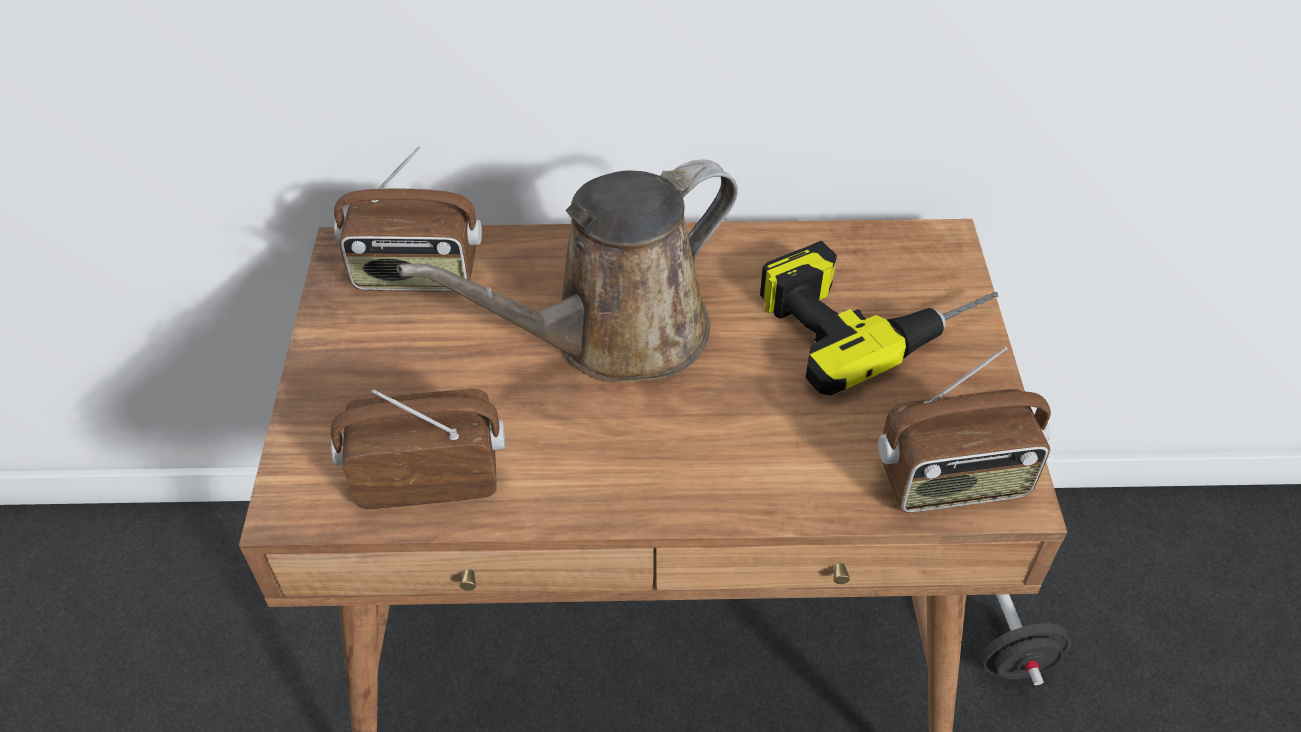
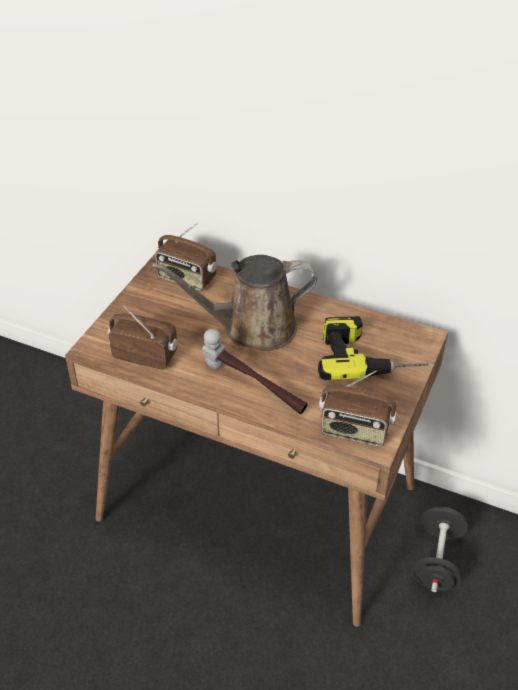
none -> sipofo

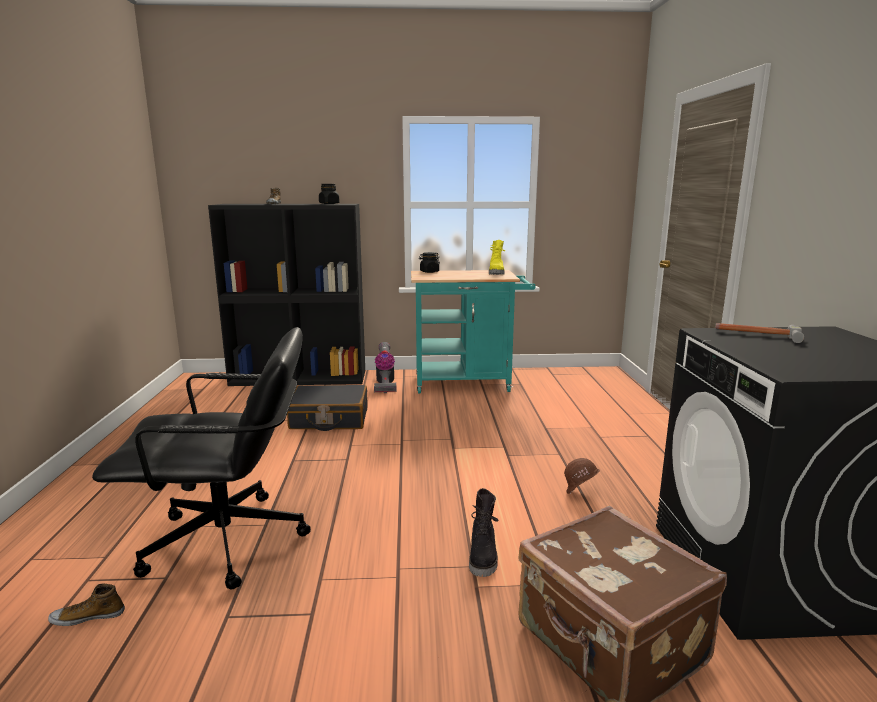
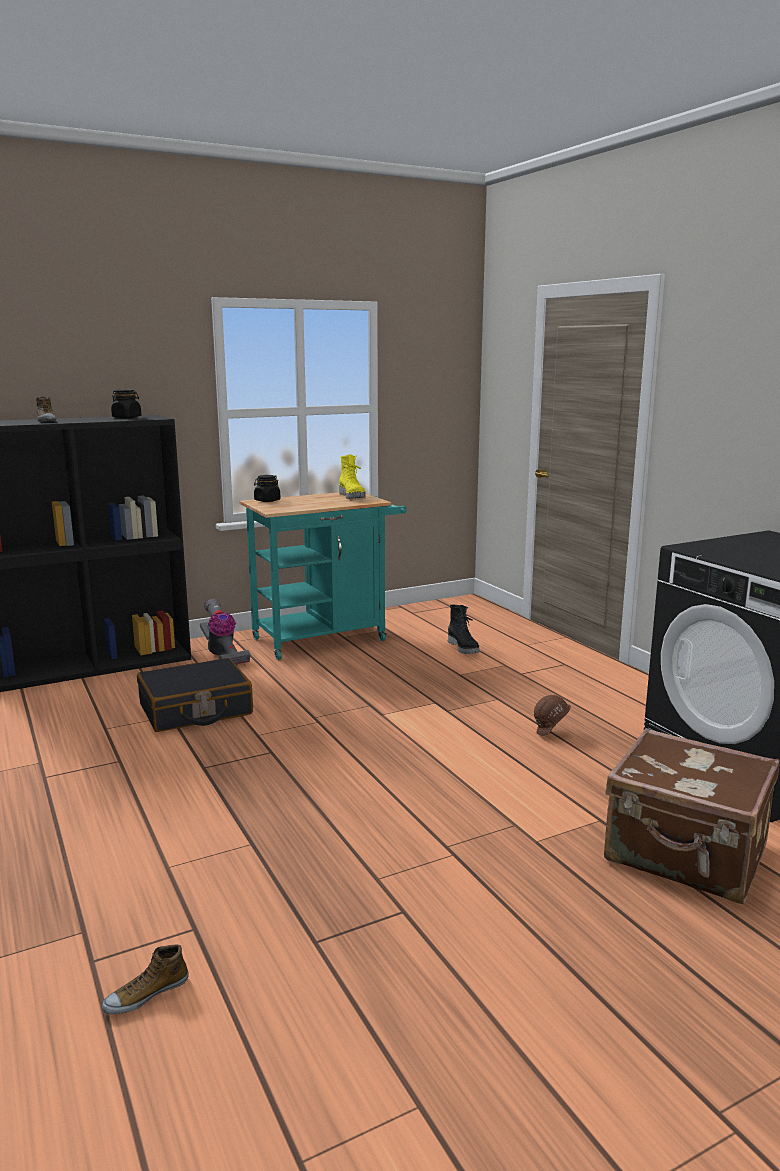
sipofo -> none
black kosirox -> none
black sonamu, relocated

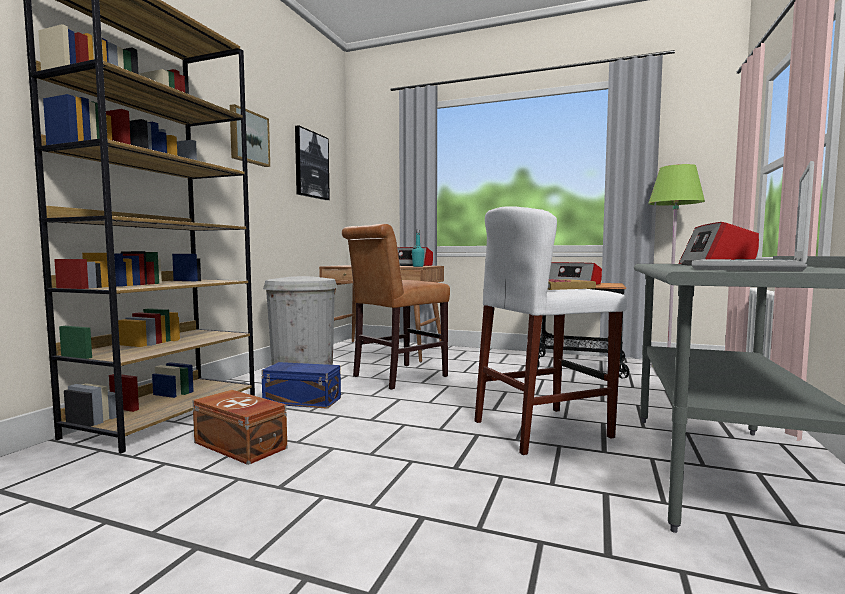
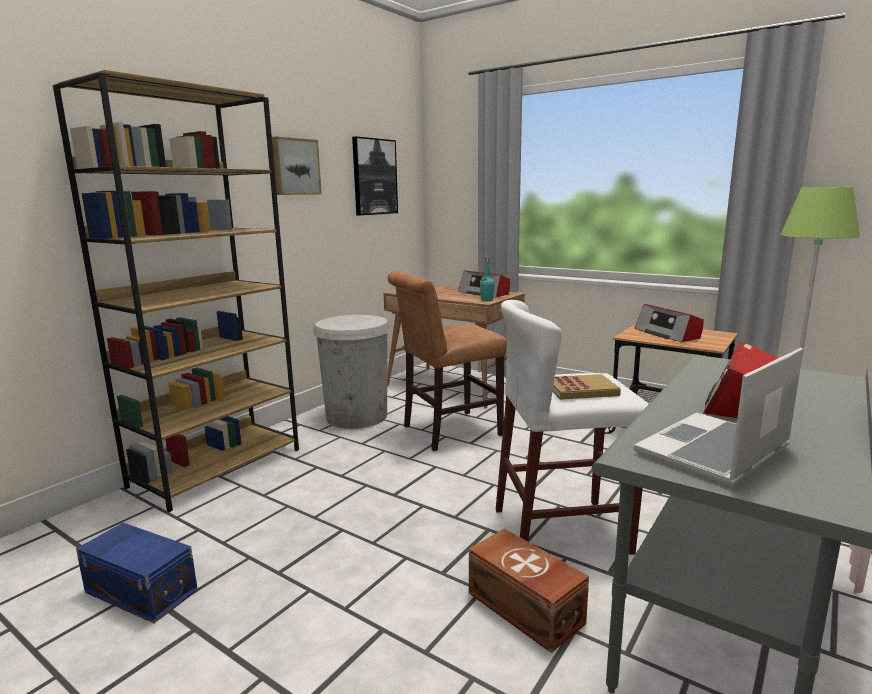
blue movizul, relocated
brown movizul, relocated

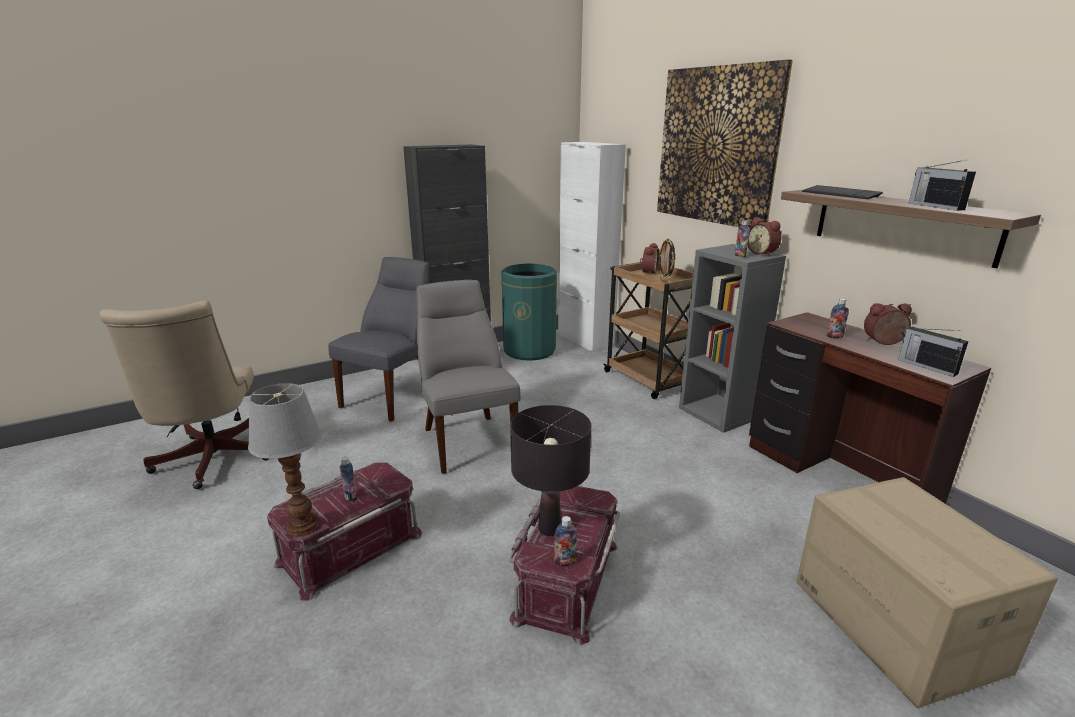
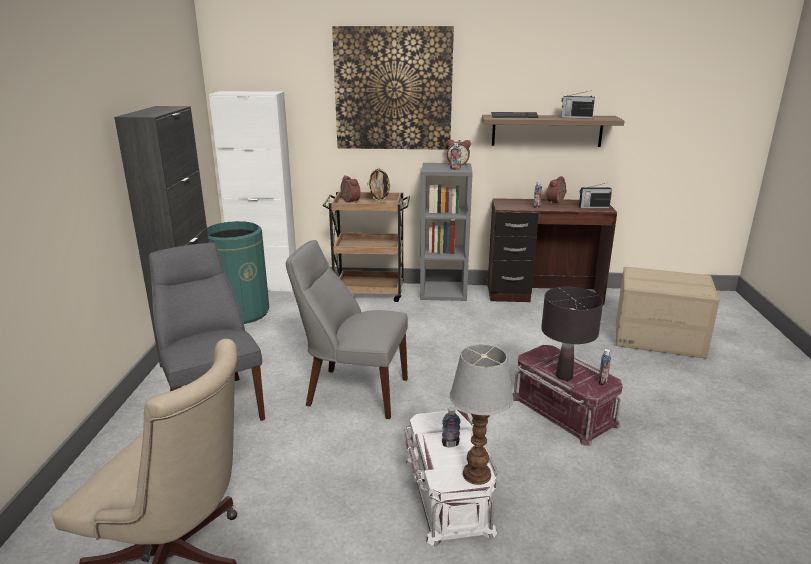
red movizul (no. 1 from left) -> white movizul

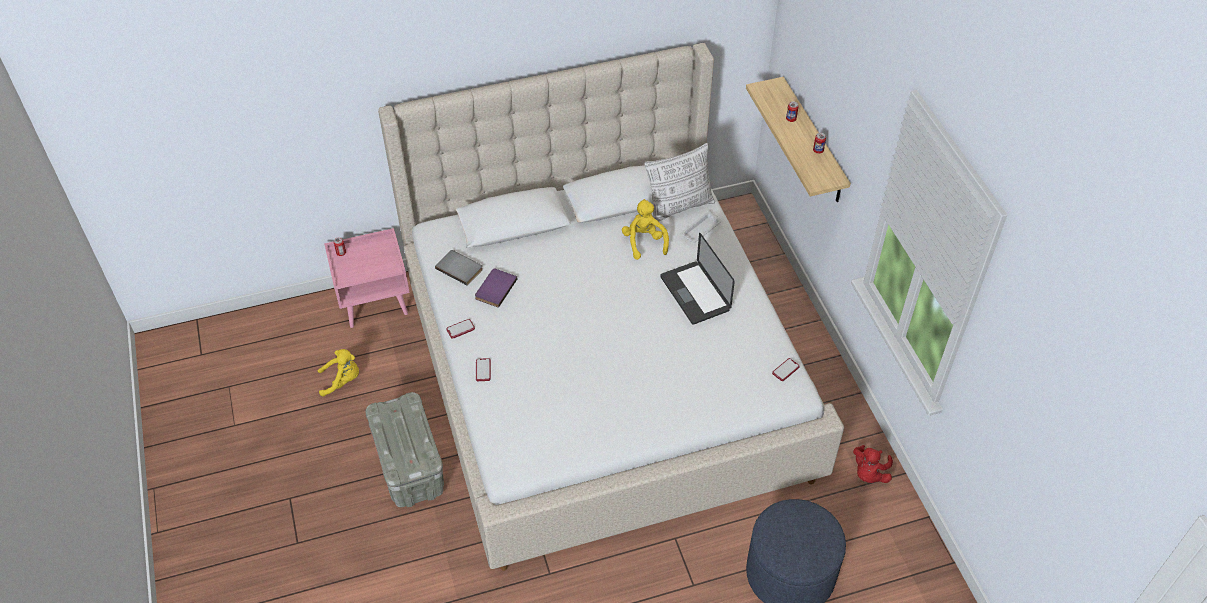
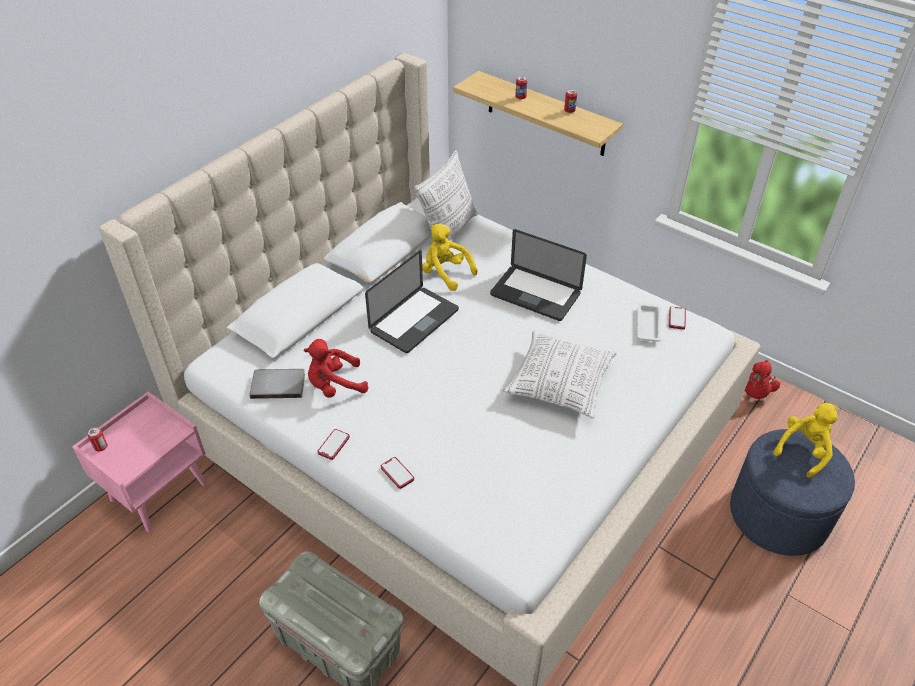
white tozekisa, relocated
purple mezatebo -> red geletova (no. 1 from left)
yellow geletova (no. 1 from left in the first image) -> yellow geletova (no. 2 from left), relocated
none -> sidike (no. 1 from left)
none -> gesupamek (no. 2 from left)

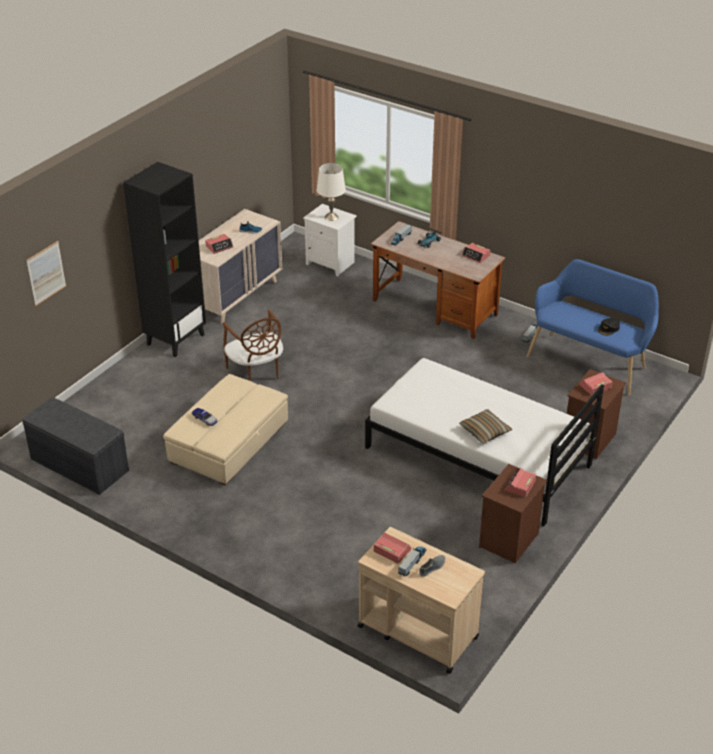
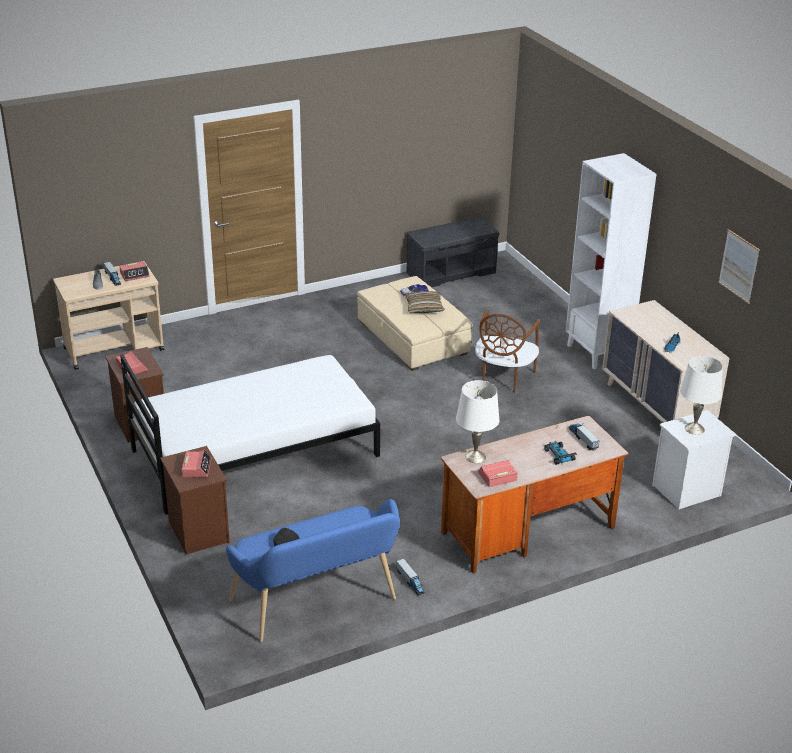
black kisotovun -> white kisotovun
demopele (no. 1 from left) -> none
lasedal, relocated
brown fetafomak, 75 degrees counterclockwise
gesupamek, relocated
none -> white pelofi (no. 1 from left)

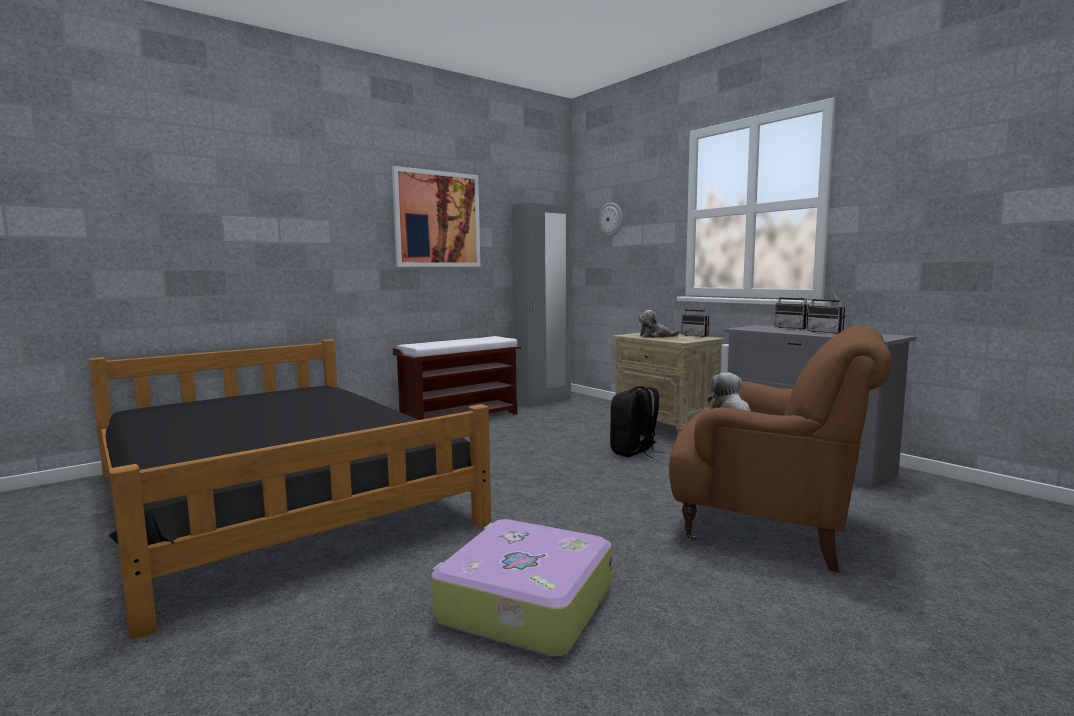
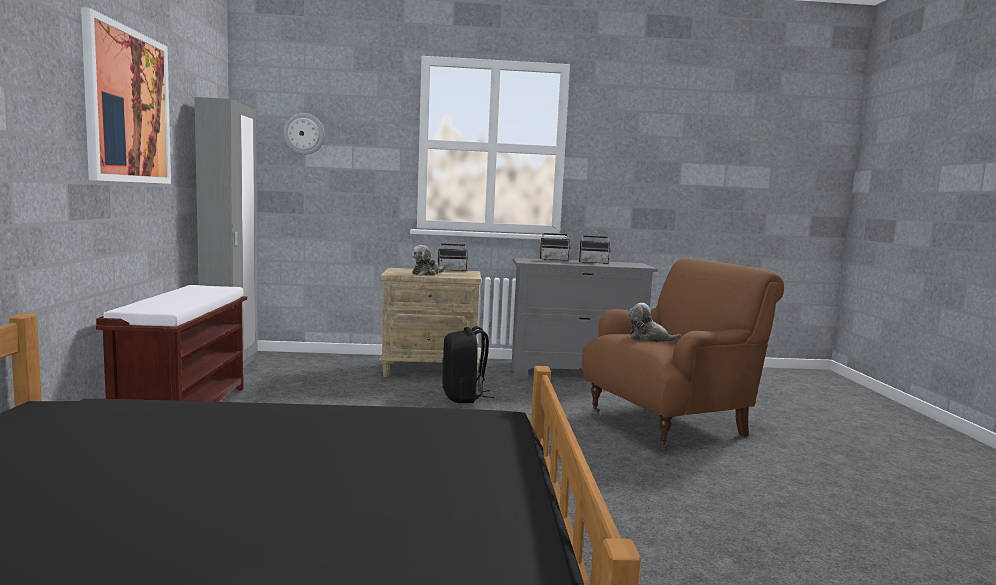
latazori -> none

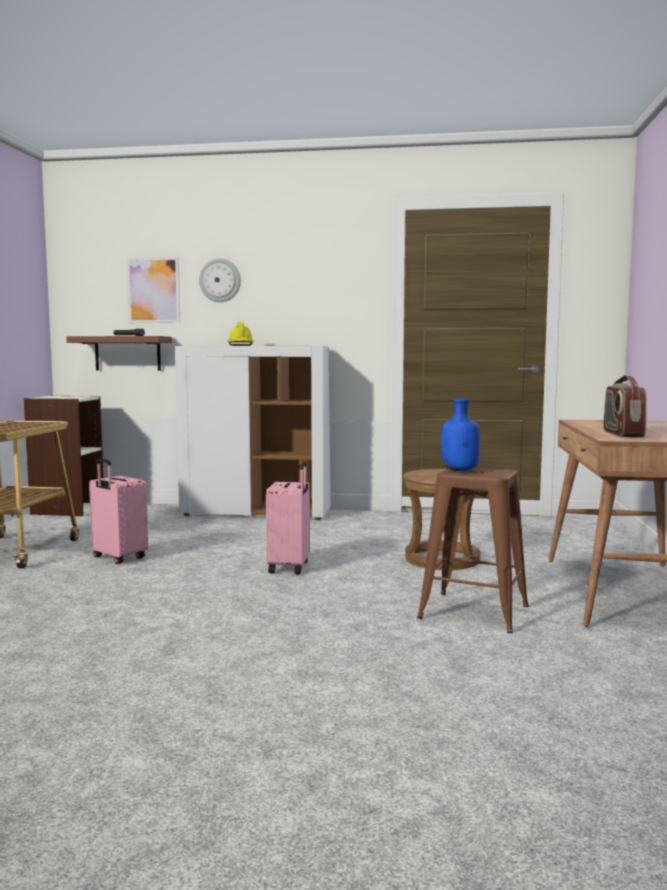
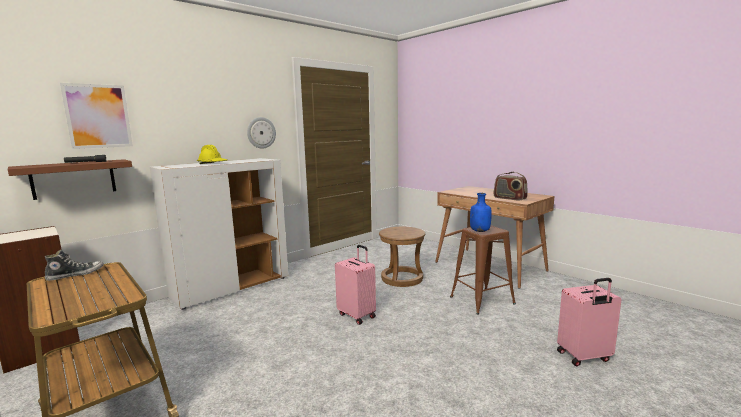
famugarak, relocated
pink latazori (no. 1 from left in the first image) -> pink latazori (no. 2 from left), relocated
none -> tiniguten

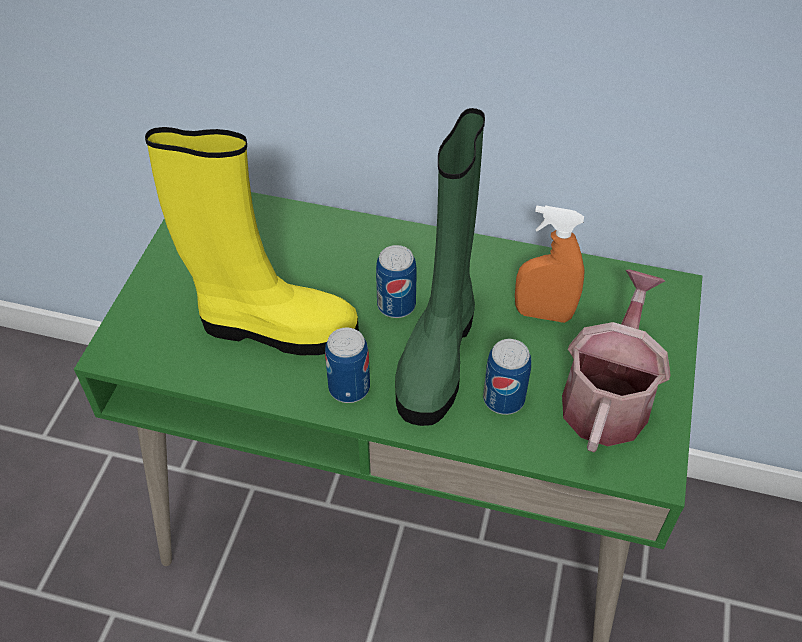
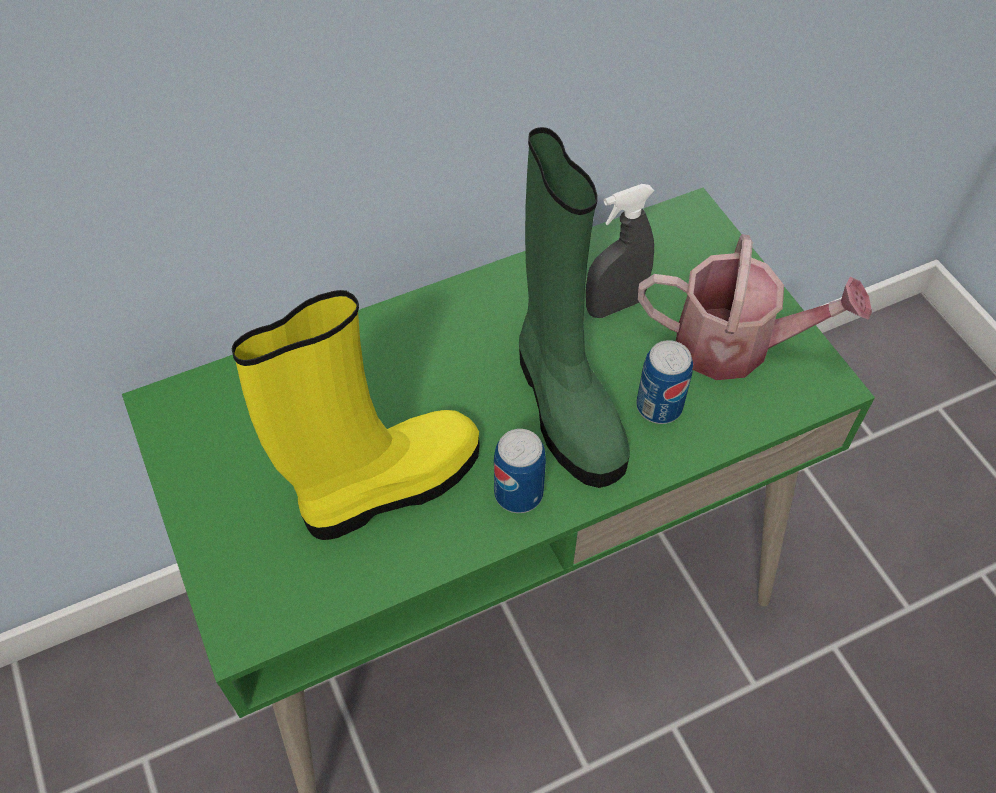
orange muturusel -> grey muturusel
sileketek (no. 2 from left) -> none
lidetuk, 120 degrees clockwise

